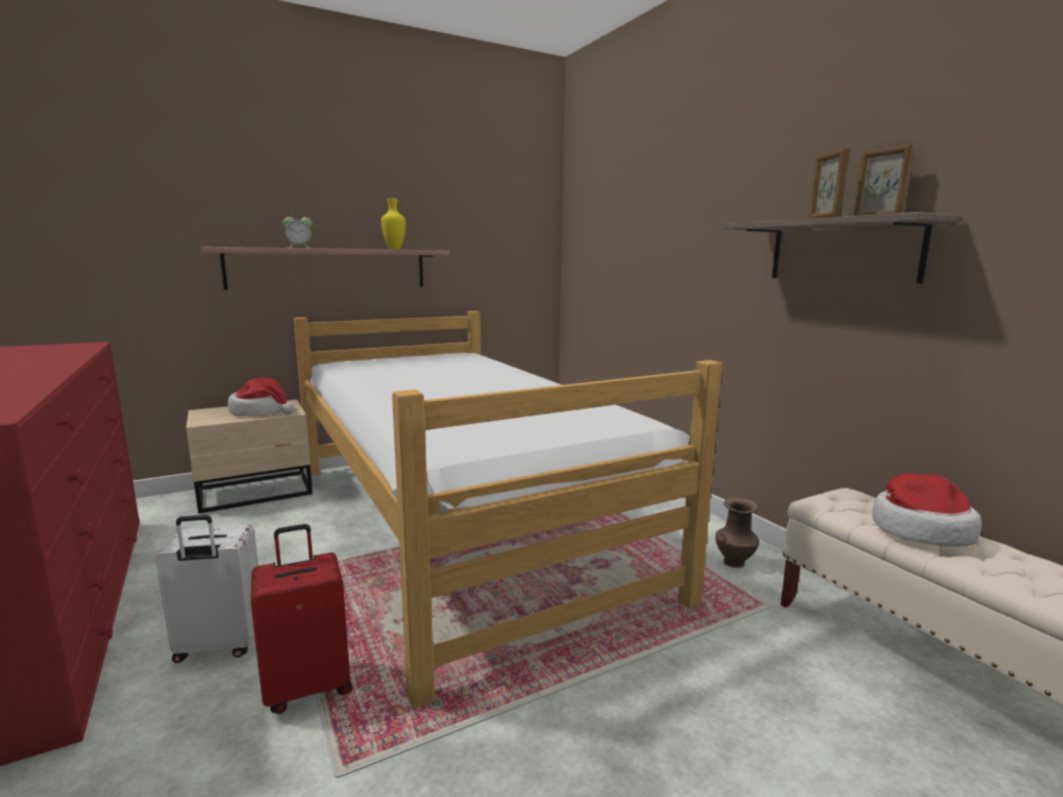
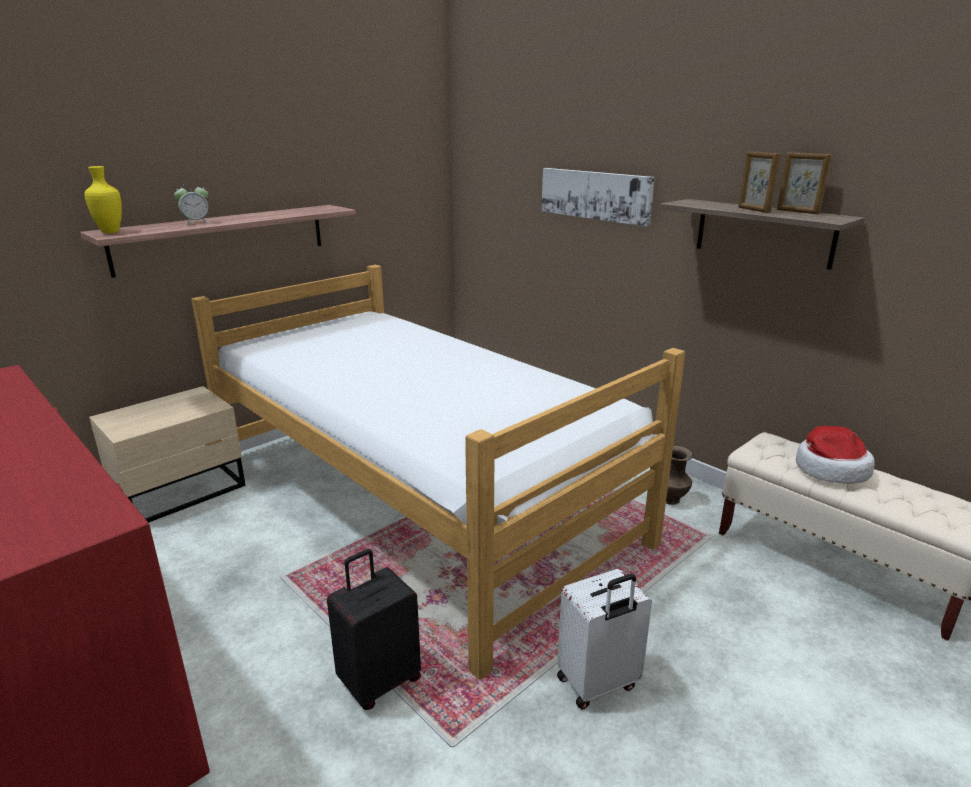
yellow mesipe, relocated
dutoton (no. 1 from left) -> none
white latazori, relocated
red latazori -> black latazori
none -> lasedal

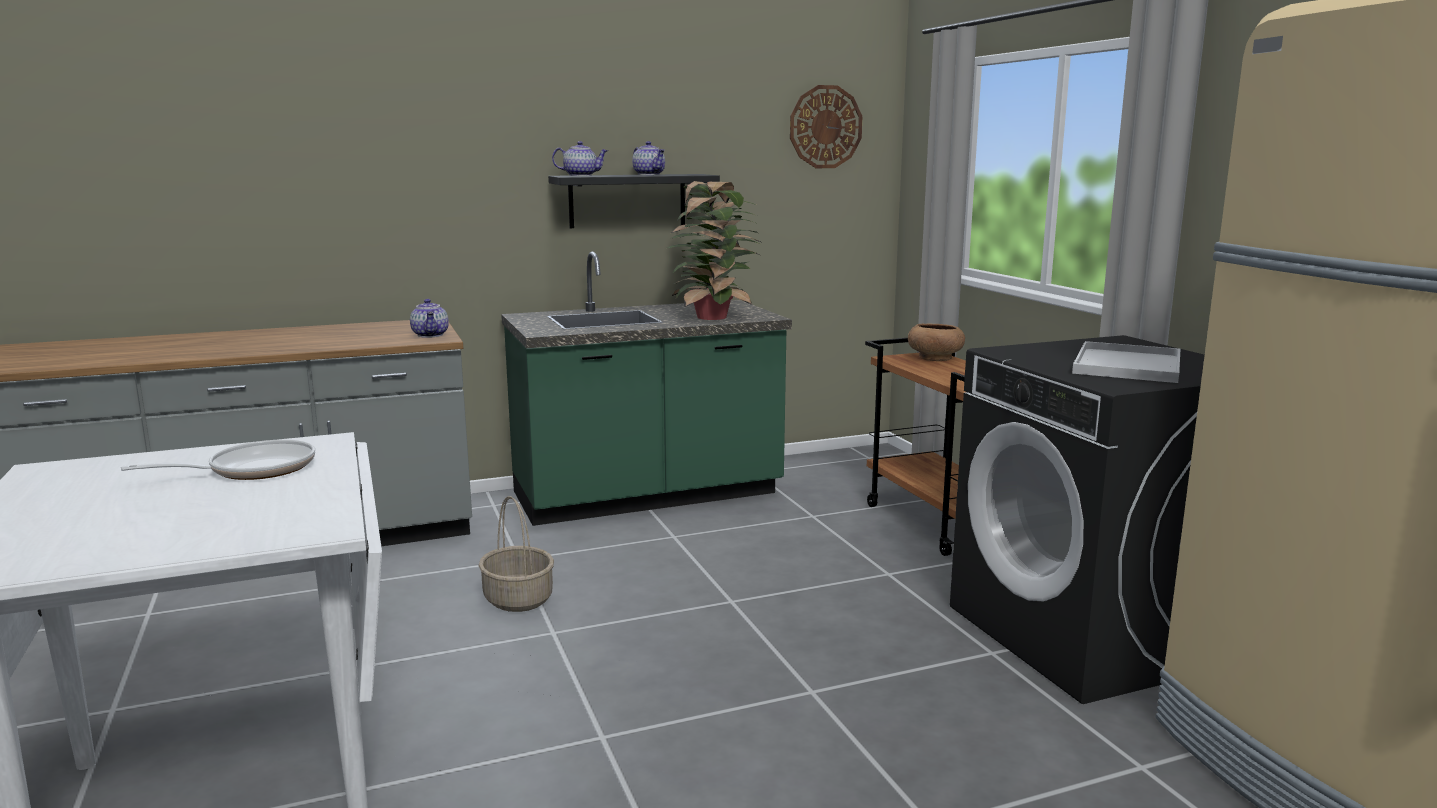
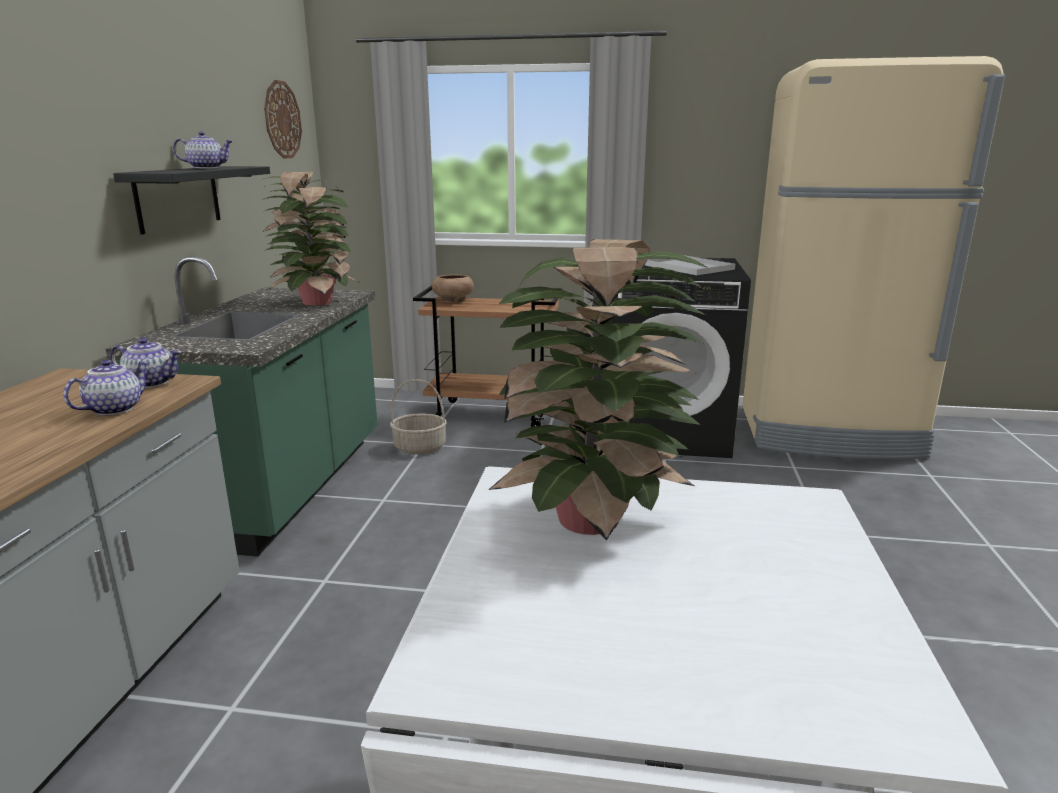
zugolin (no. 2 from left in the first image) -> zugolin (no. 1 from left), relocated
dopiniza -> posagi (no. 2 from left)
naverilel, relocated

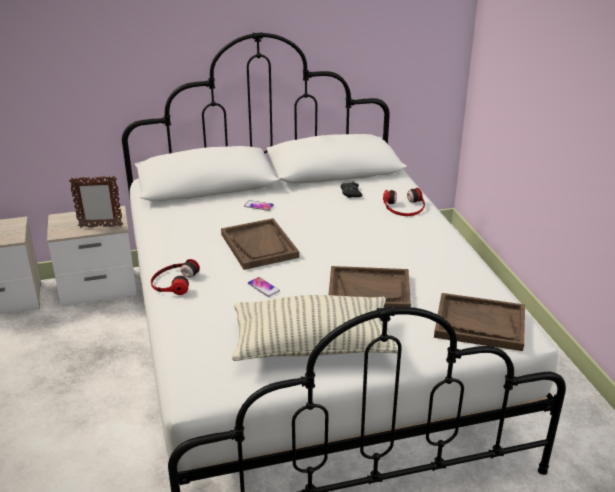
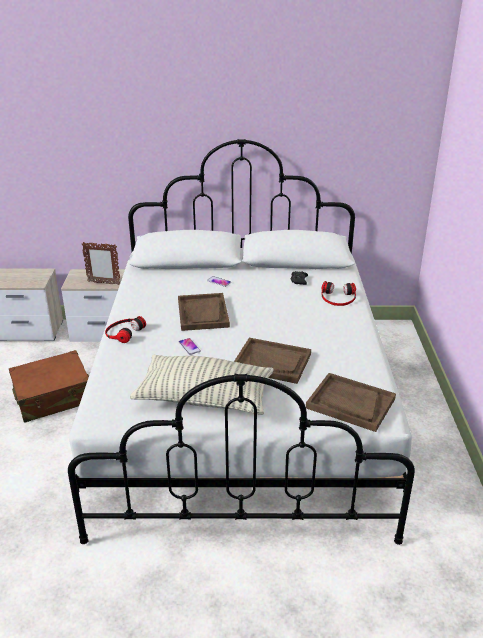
none -> brown latazori

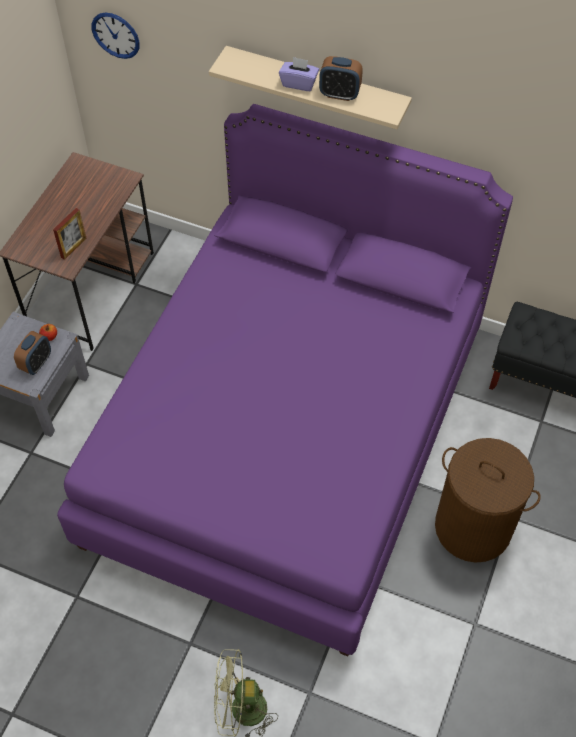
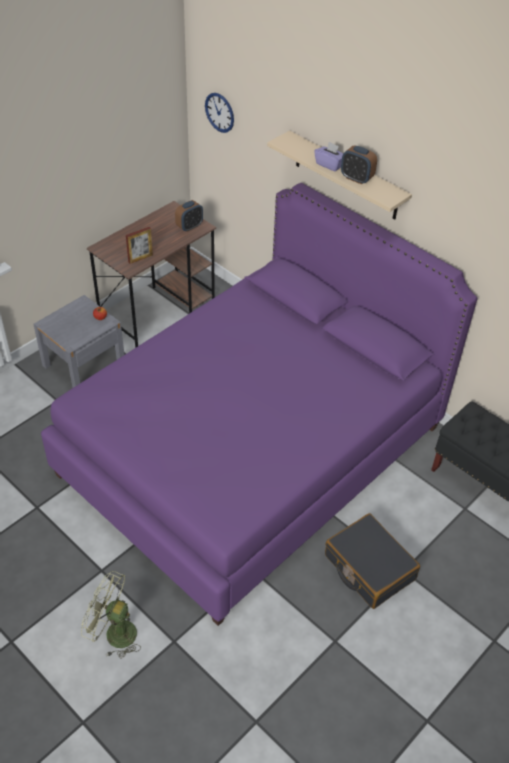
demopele (no. 1 from left), relocated
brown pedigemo -> black latazori

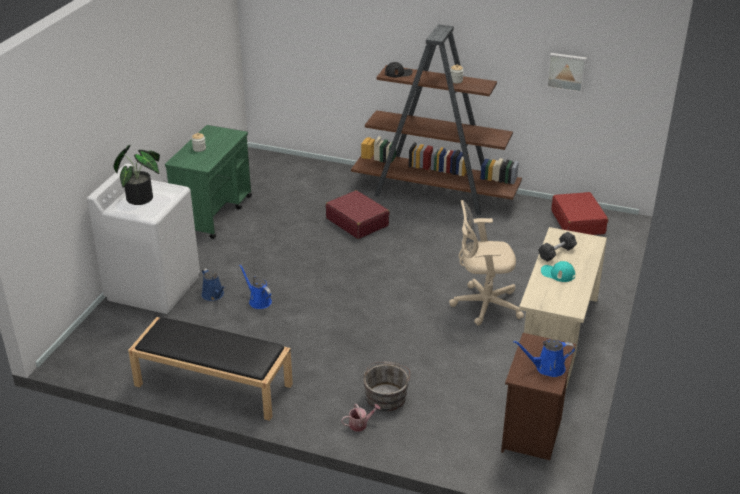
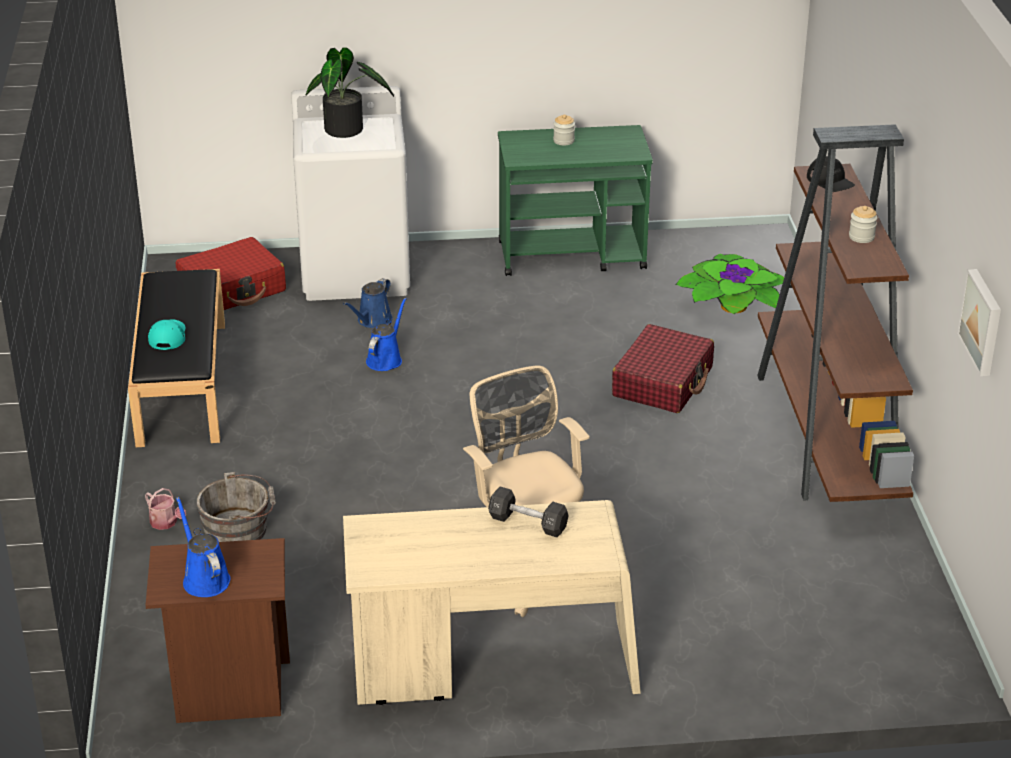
red latazori (no. 2 from left in the first image) -> red latazori (no. 1 from left), relocated
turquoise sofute, relocated
none -> posagi (no. 2 from left)

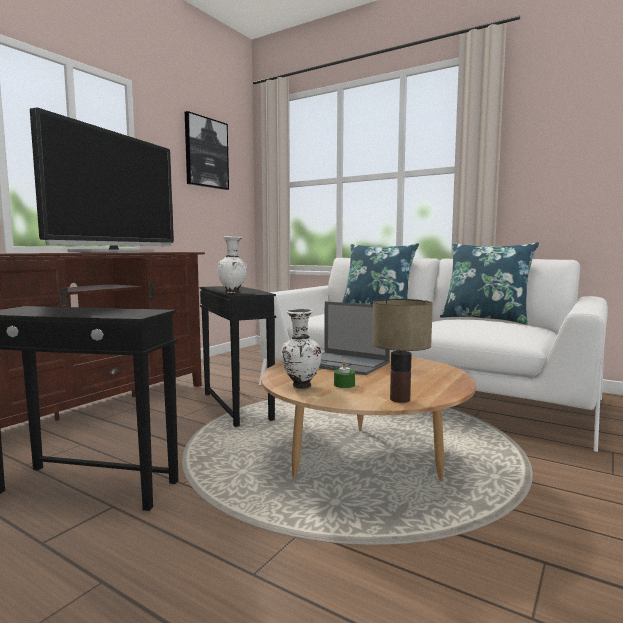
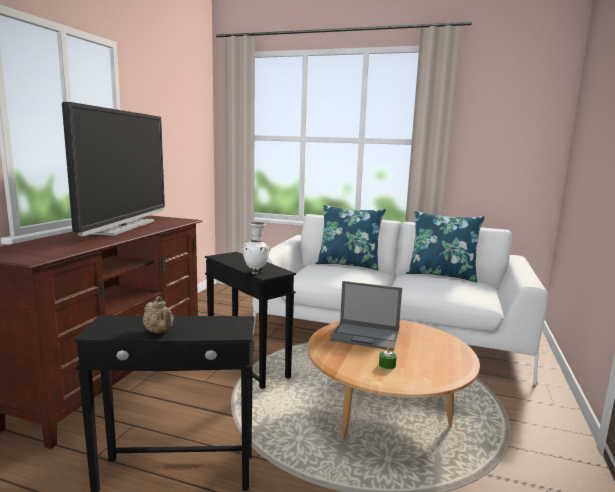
lasedal -> none
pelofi -> none
white mesipe (no. 2 from left) -> none
none -> beige zugolin

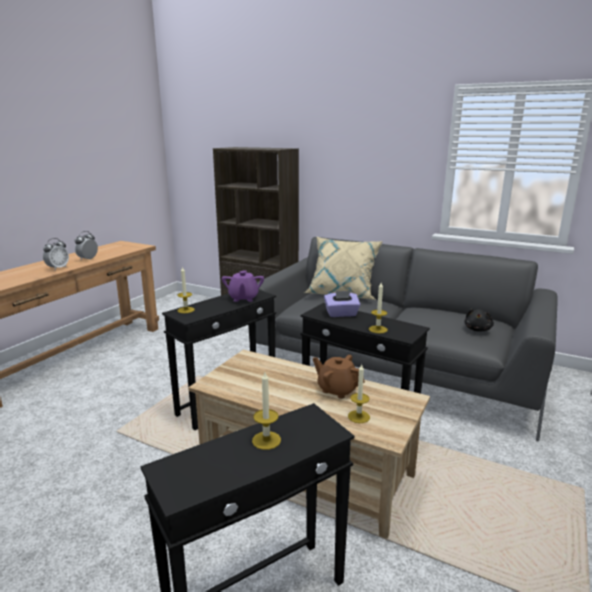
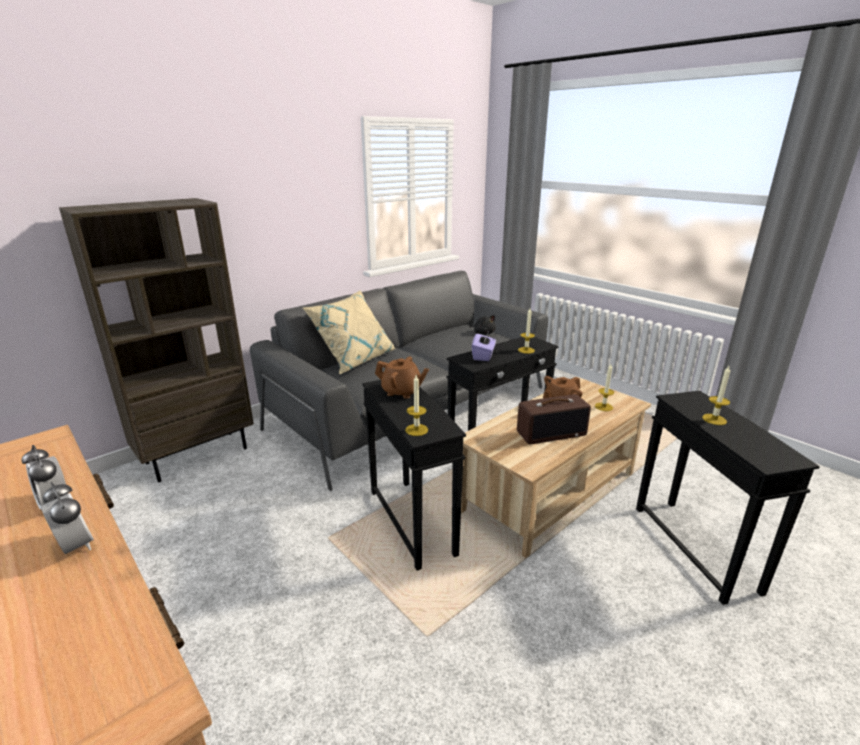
purple zugolin -> brown zugolin (no. 1 from left)
none -> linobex

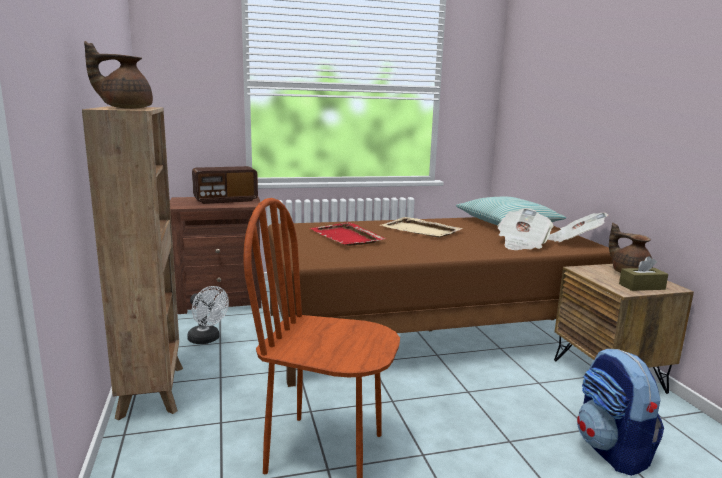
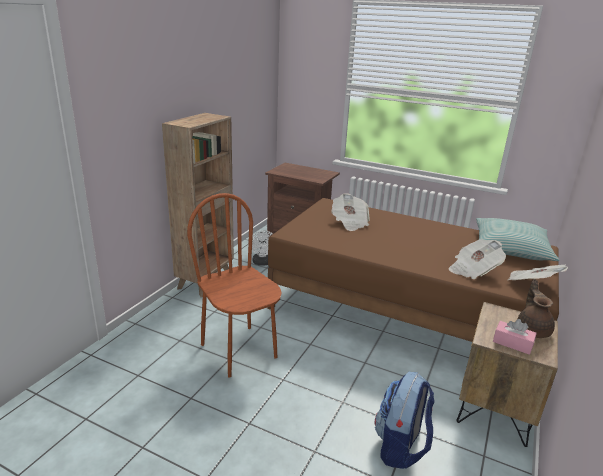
brown zugolin (no. 1 from left) -> none
linobex -> none
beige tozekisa -> none
red tozekisa -> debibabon (no. 1 from left)
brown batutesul -> pink batutesul

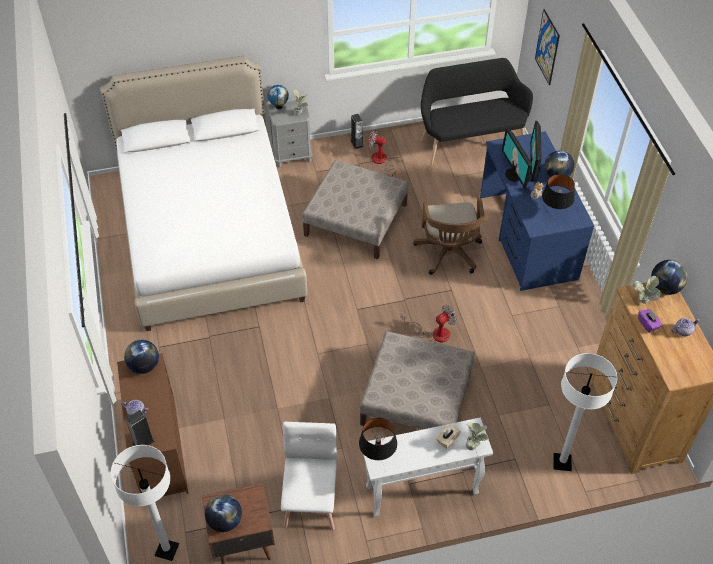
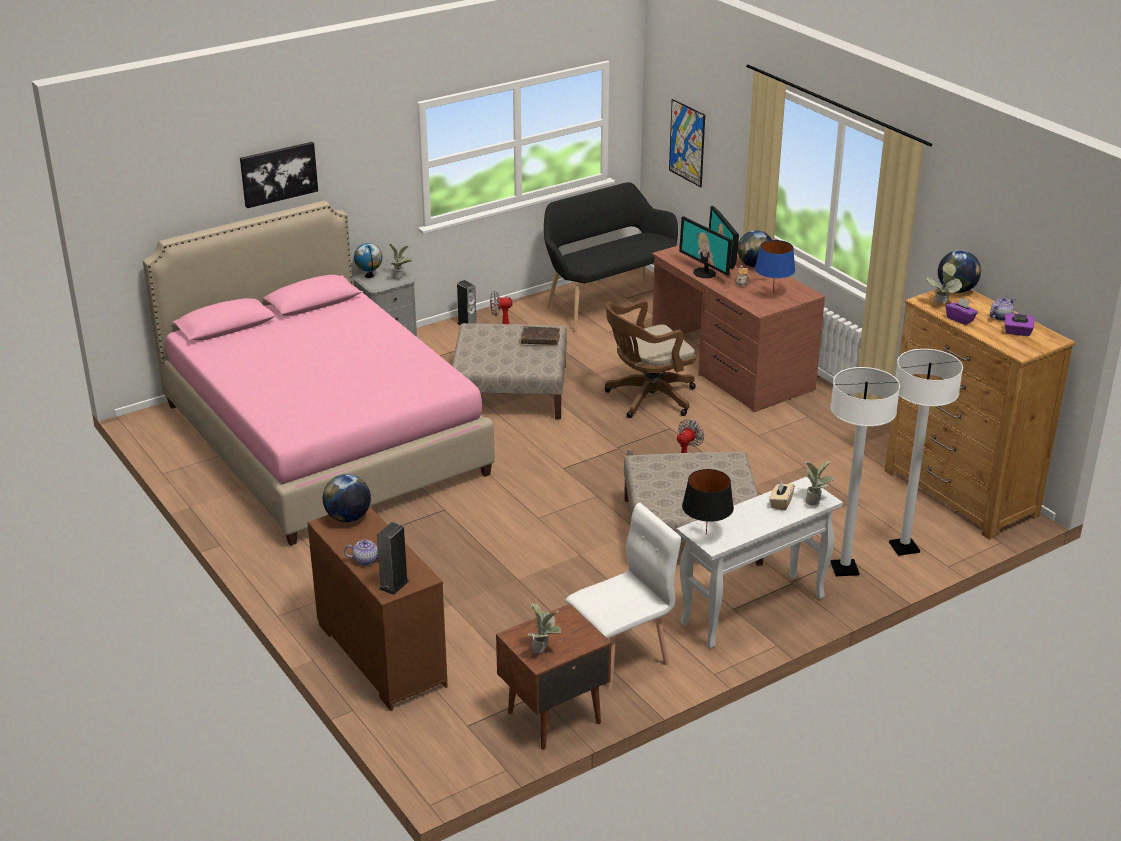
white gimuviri -> pink gimuviri
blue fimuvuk -> brown fimuvuk
black pelofi (no. 2 from left) -> blue pelofi
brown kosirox, 90 degrees clockwise
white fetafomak, 75 degrees clockwise
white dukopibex (no. 1 from left), relocated
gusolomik (no. 2 from left) -> posagi (no. 2 from left)
none -> lasedal (no. 1 from left)
none -> purple batutesul (no. 2 from left)
none -> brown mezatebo

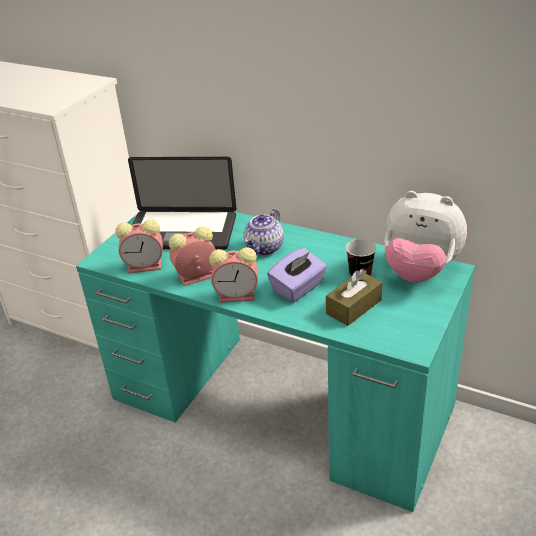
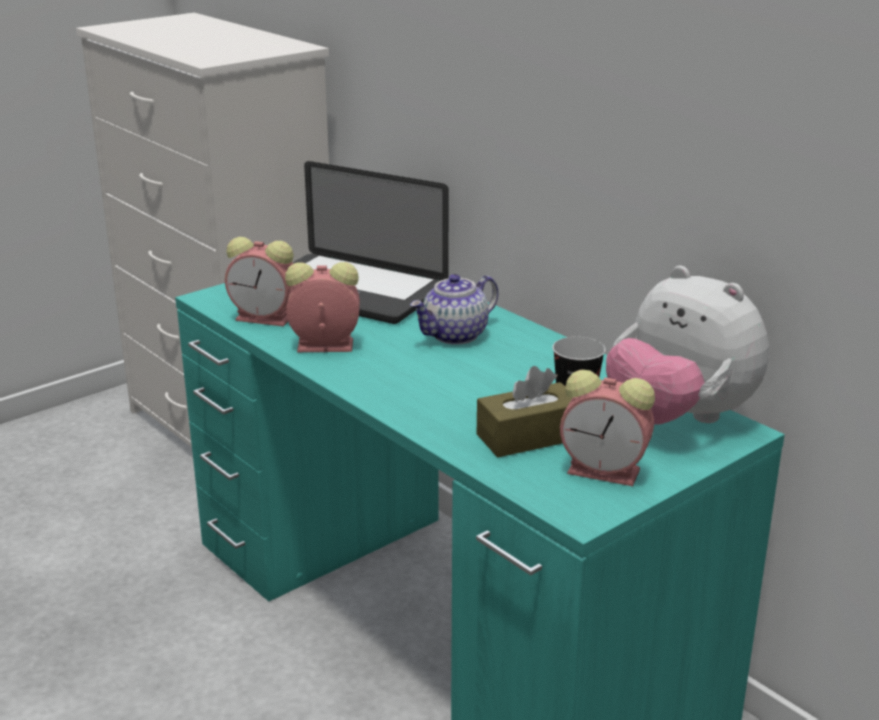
demopele (no. 3 from left), relocated
purple batutesul -> none

